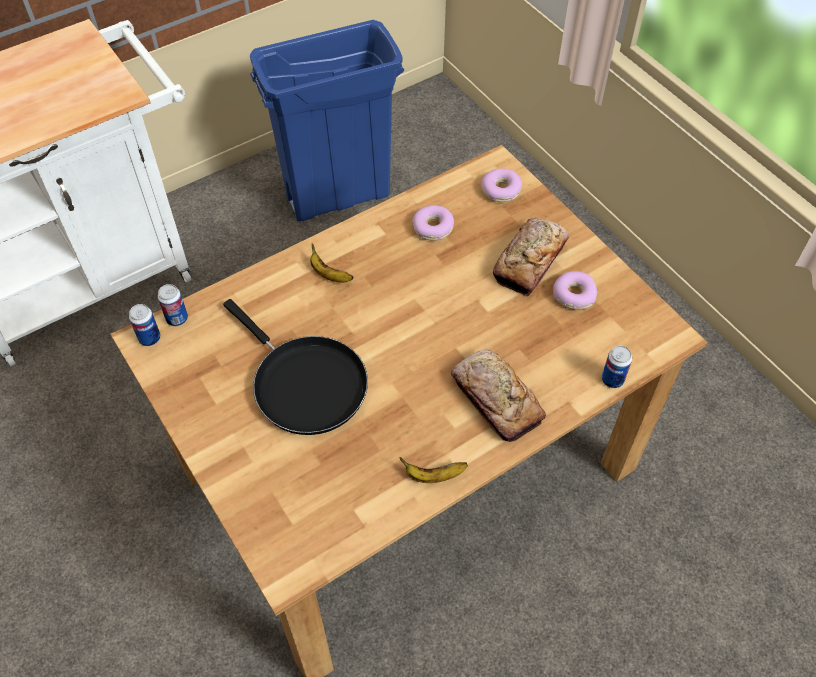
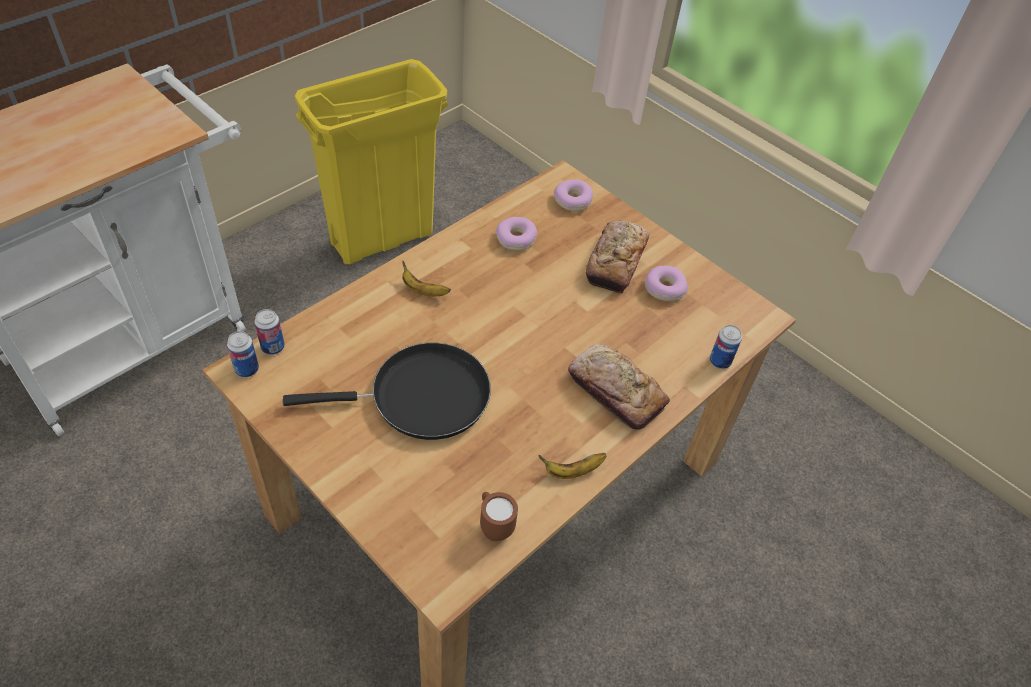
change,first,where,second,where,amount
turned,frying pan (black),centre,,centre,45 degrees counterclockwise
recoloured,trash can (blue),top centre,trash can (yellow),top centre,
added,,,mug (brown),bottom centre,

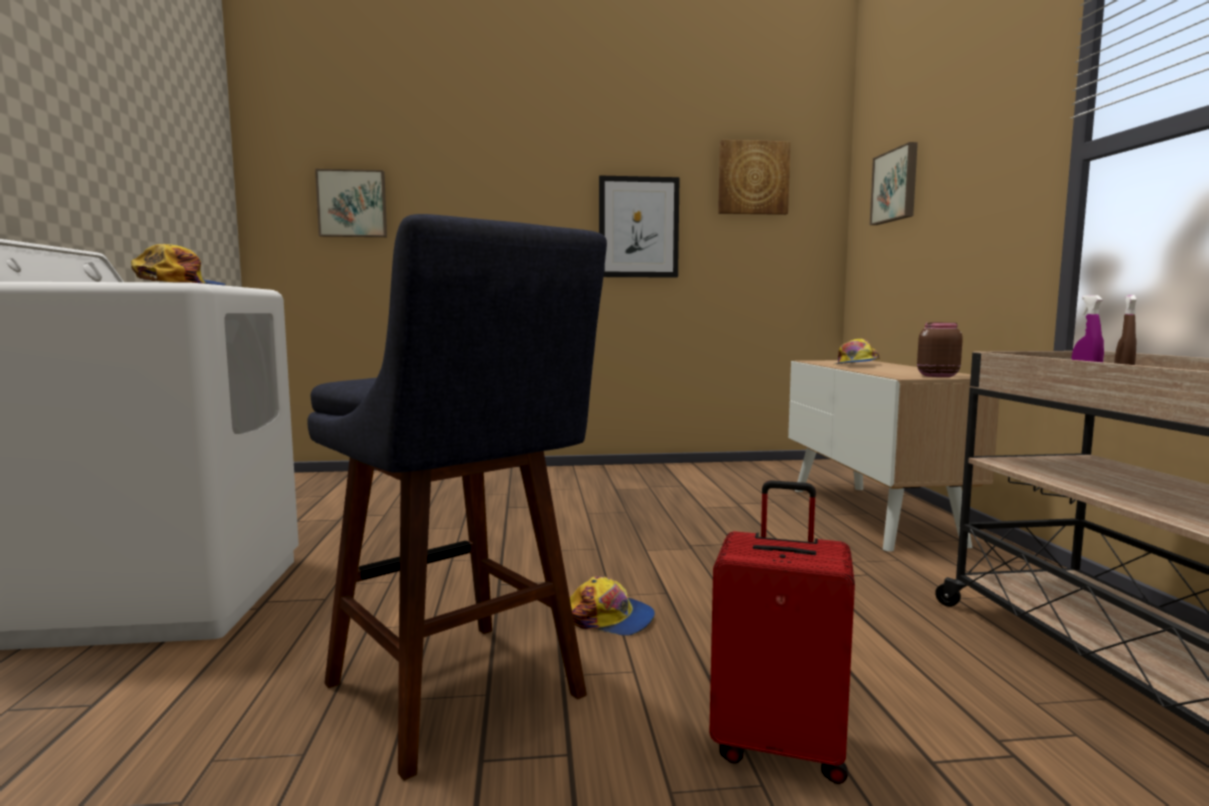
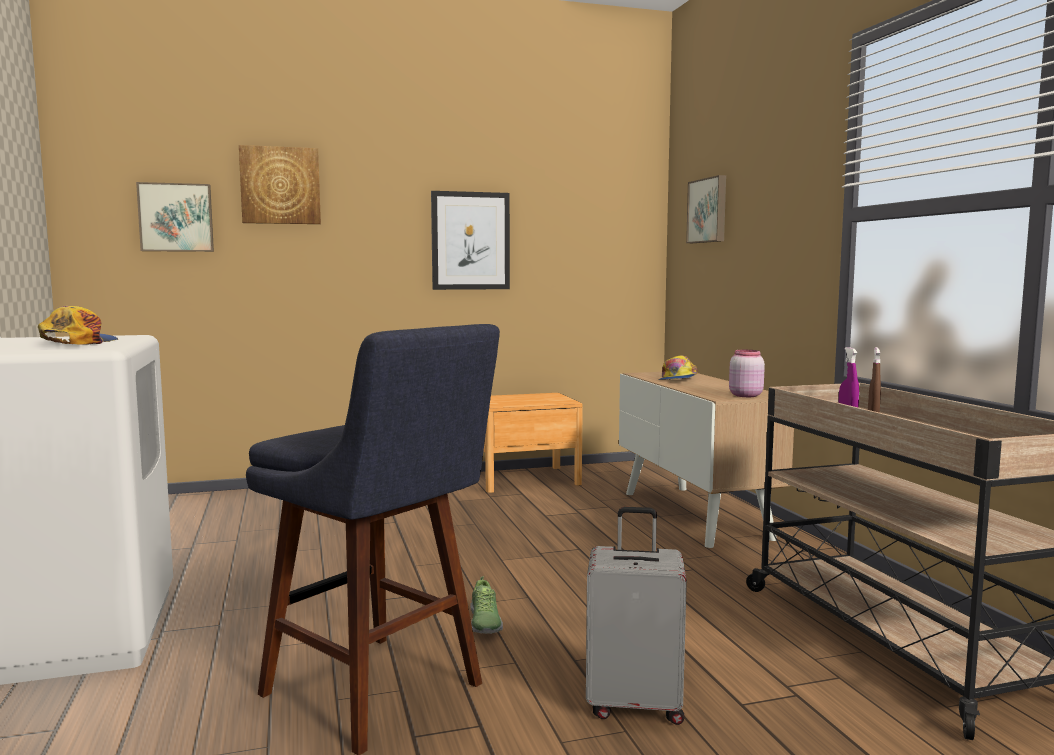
change,first,where,second,where,amount
moved,picture (3rd from left in the first image),top centre,picture (2nd from left),top left,
replaced,cap (2nd from left),bottom centre,shoe,bottom centre,
added,,,nightstand (brown),centre,
recoloured,suitcase (red),bottom centre,suitcase (grey),bottom centre,
recoloured,jar (brown),middle right,jar (pink),middle right,

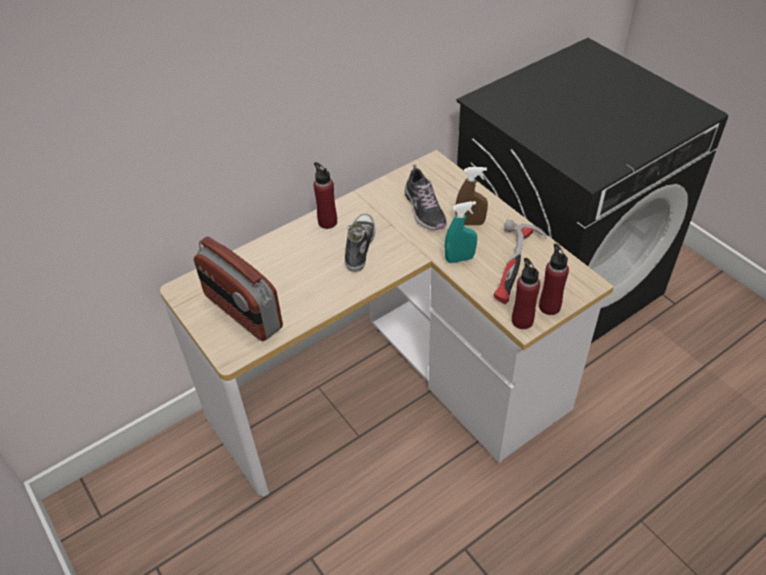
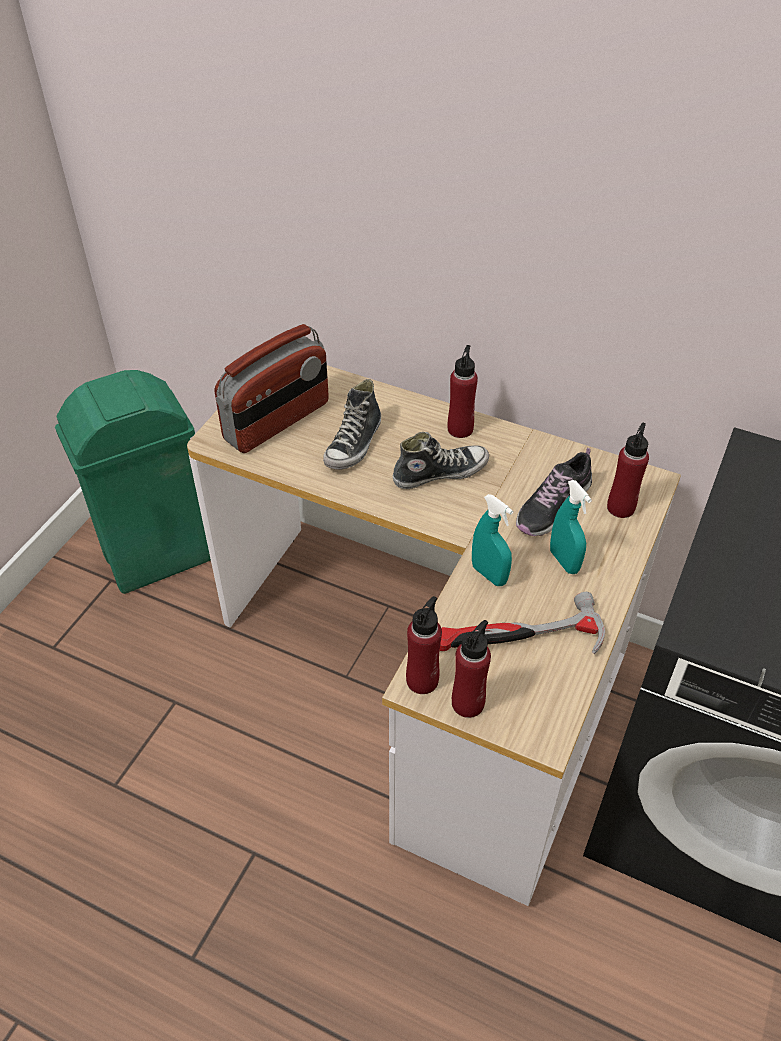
change,first,where,second,where,amount
added,,,trash can (green),middle left,
turned,radio,middle left,,centre,150 degrees counterclockwise
added,,,shoe (1st from left),centre,
recoloured,spray bottle (brown),centre,spray bottle (turquoise) (2nd from left),middle right,
added,,,bottle (red) (4th from left),middle right,

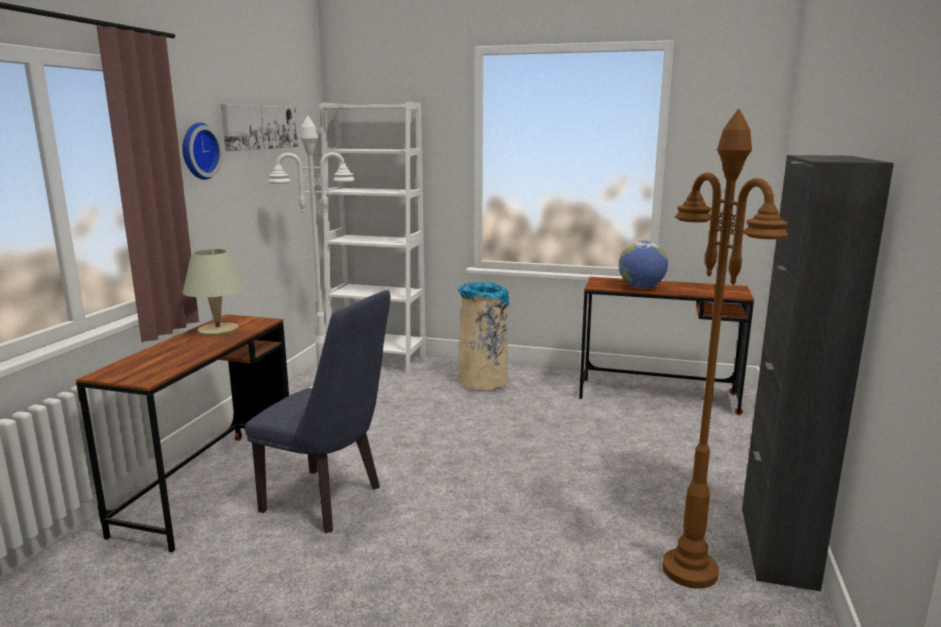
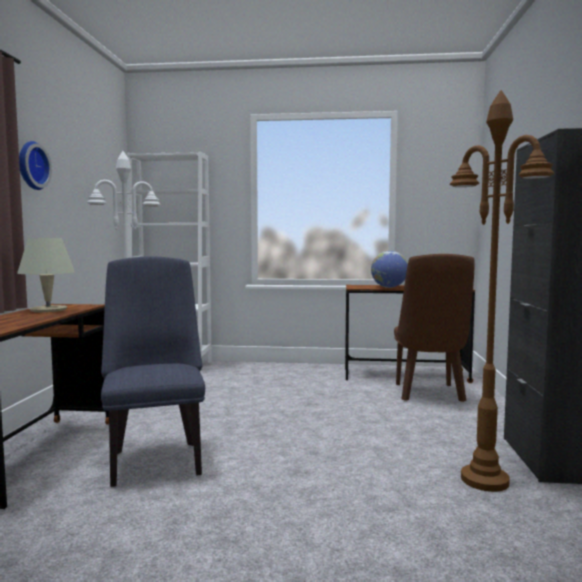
change,first,where,second,where,amount
turned,chair (blue),centre,,middle left,120 degrees counterclockwise
added,,,chair (brown),middle right,
removed,picture,top left,,,
removed,trash can (beige),centre,,,

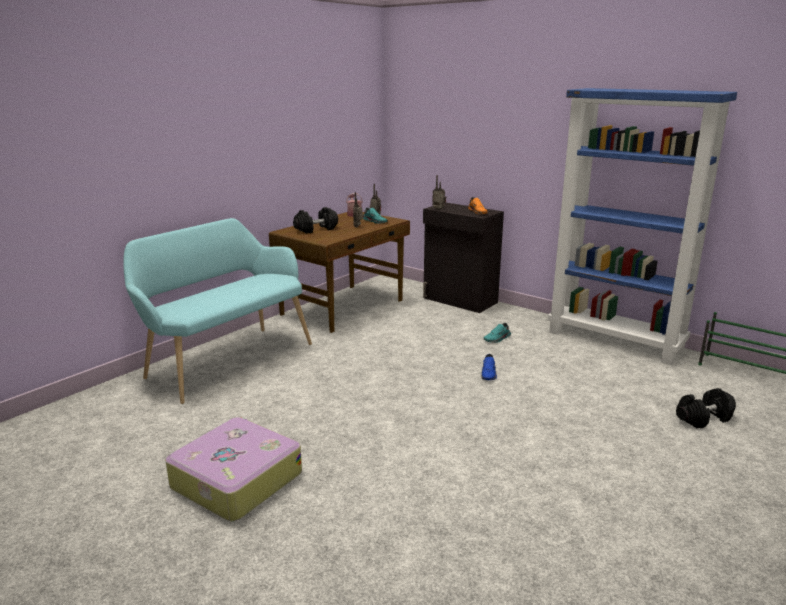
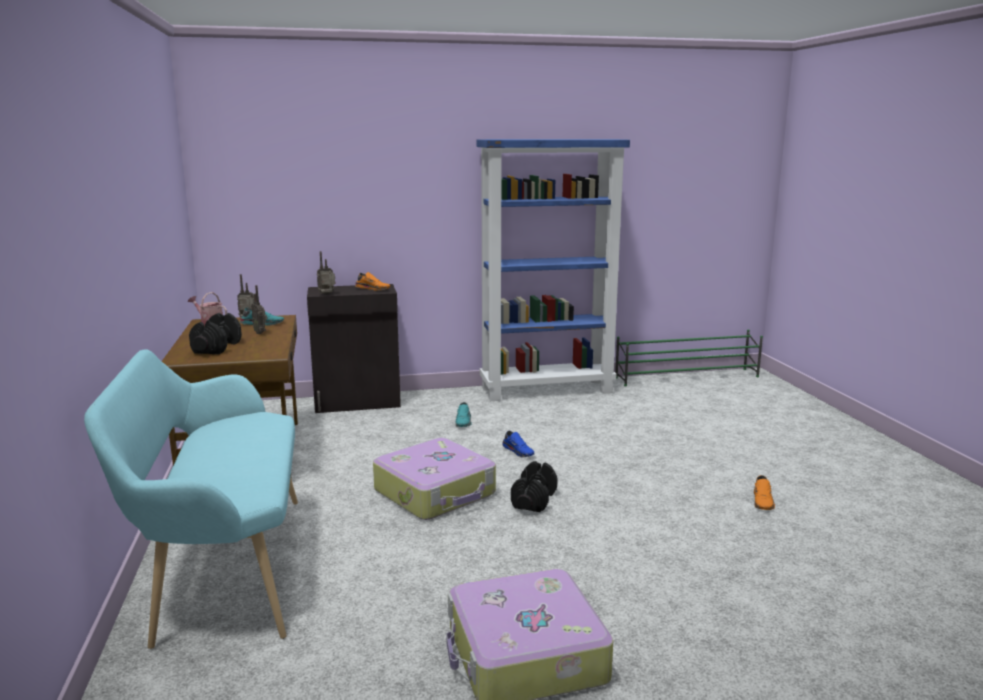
change,first,where,second,where,amount
added,,,suitcase (1st from left),bottom centre,
moved,dumbbell (black) (2nd from left),bottom right,,bottom centre,
added,,,shoe (orange) (2nd from left),bottom right,

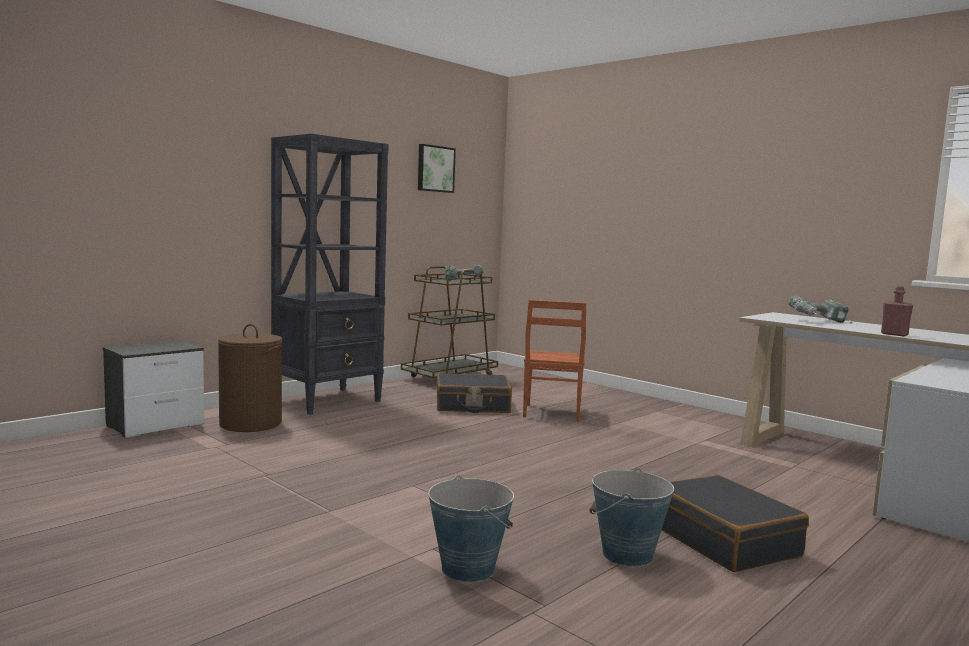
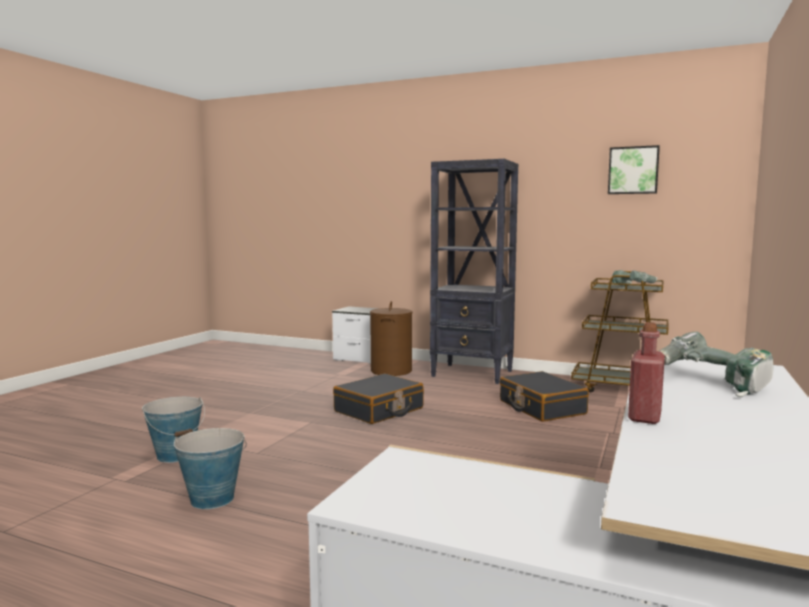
change,first,where,second,where,amount
moved,suitcase (black) (2nd from left in the first image),bottom right,suitcase (black) (1st from left),centre,
removed,chair (brown),centre,,,

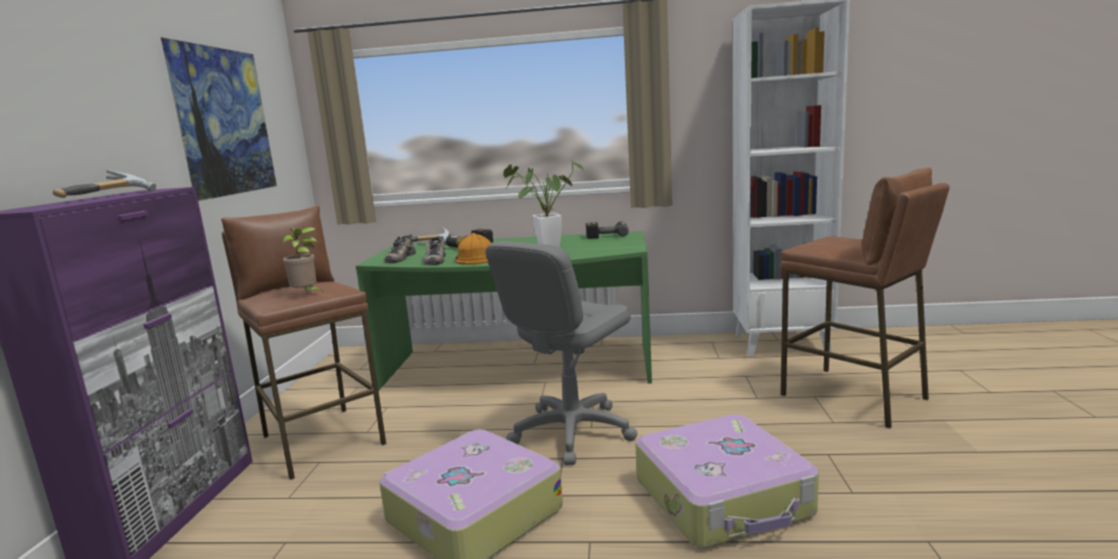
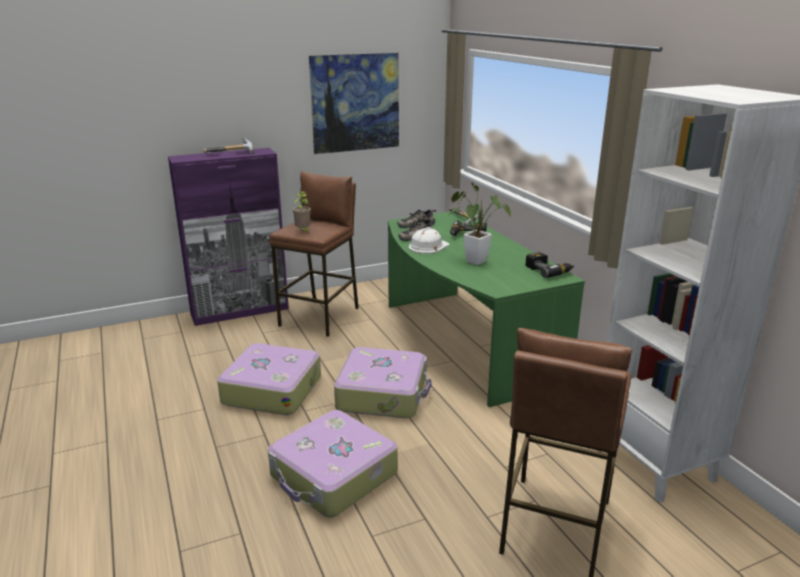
change,first,where,second,where,amount
replaced,office chair (grey),centre,suitcase (3rd from left),centre,
recoloured,hard hat (orange),centre,hard hat (white),centre,

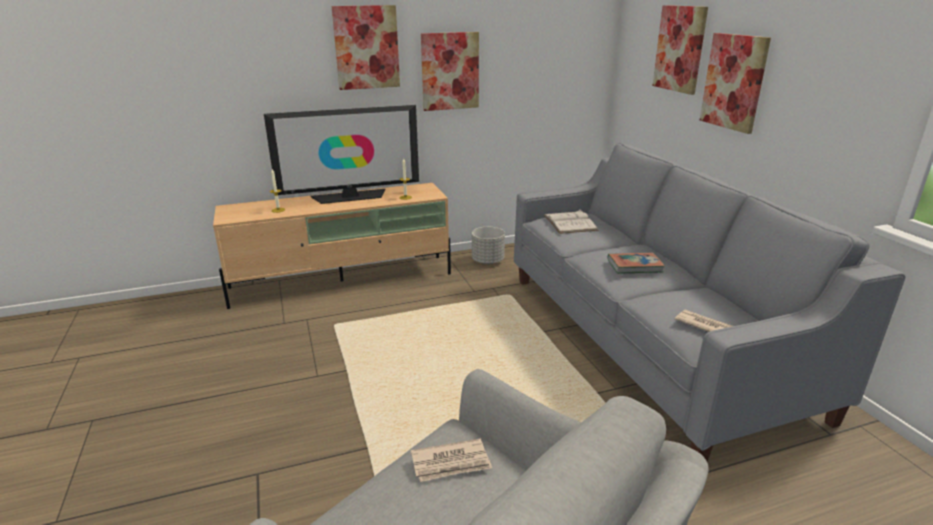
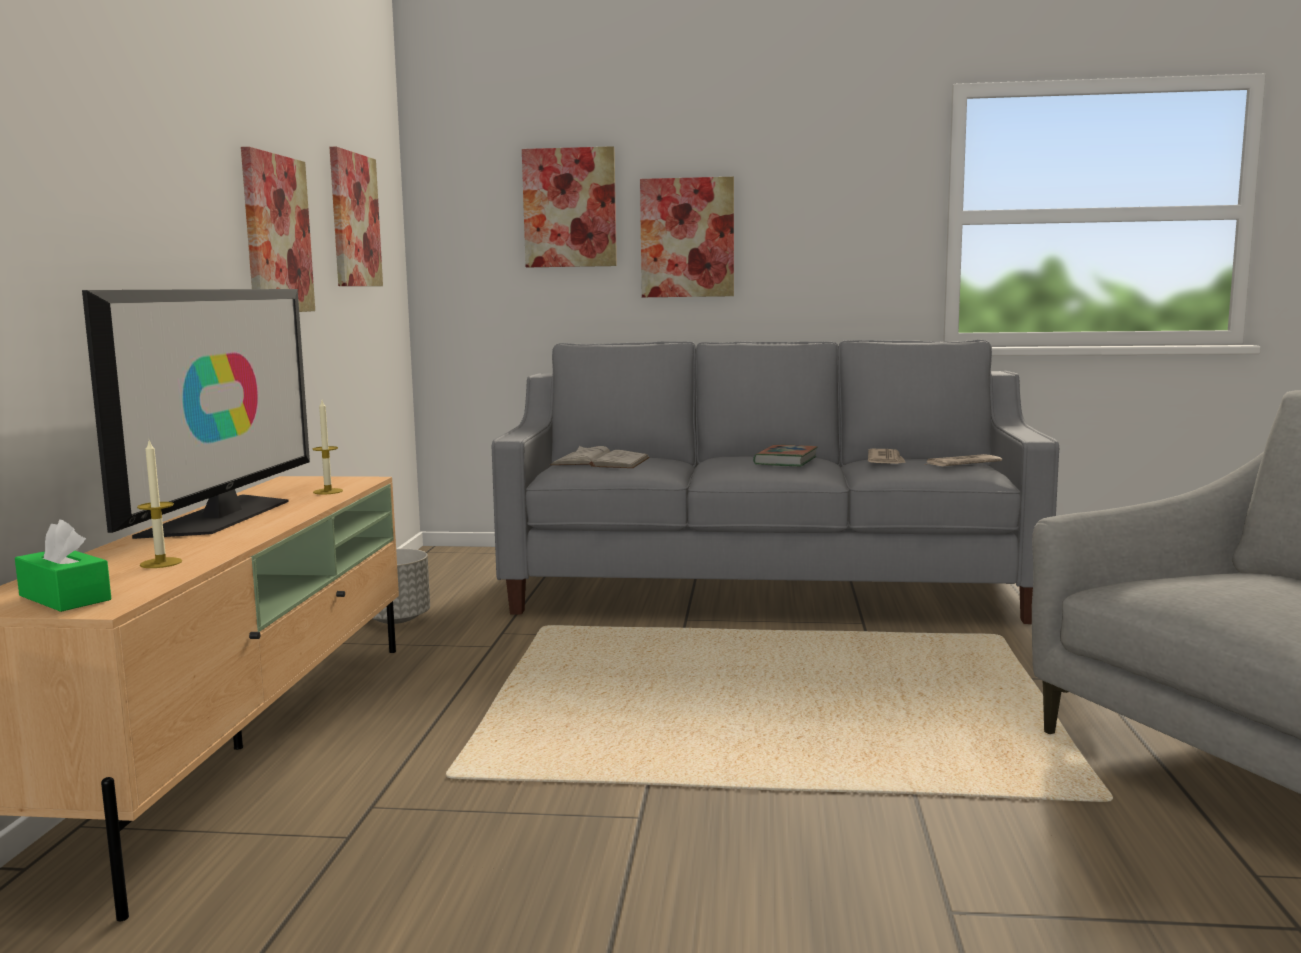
change,first,where,second,where,amount
added,,,tissue box (green),middle left,
moved,picture (1st from left in the first image),top centre,picture (2nd from left),top left,
moved,newspaper (1st from left),bottom centre,,middle right,

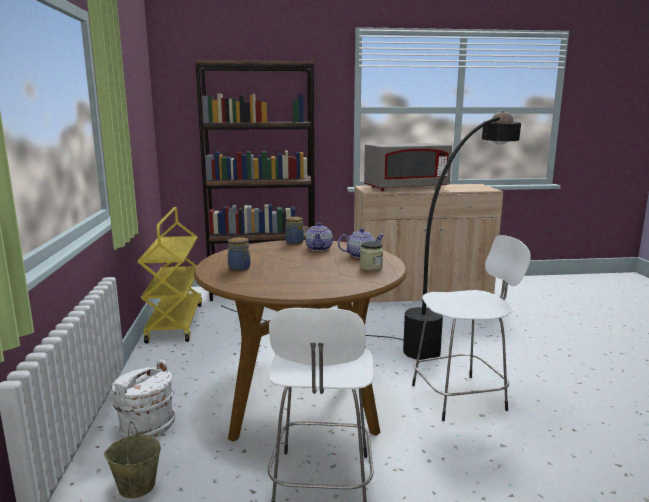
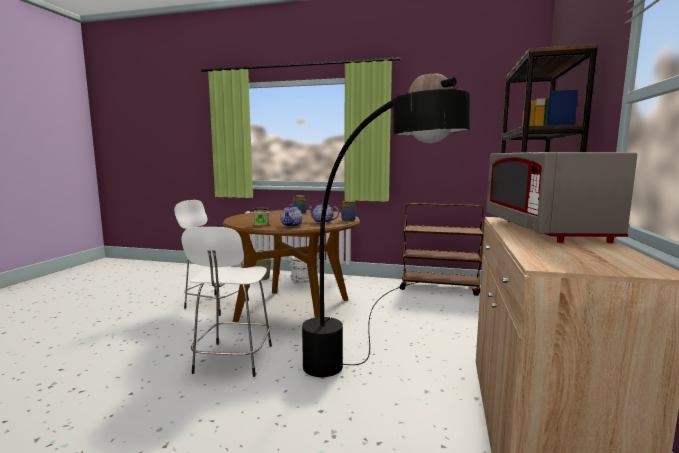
change,first,where,second,where,amount
recoloured,cart (yellow),middle left,cart (brown),centre,

